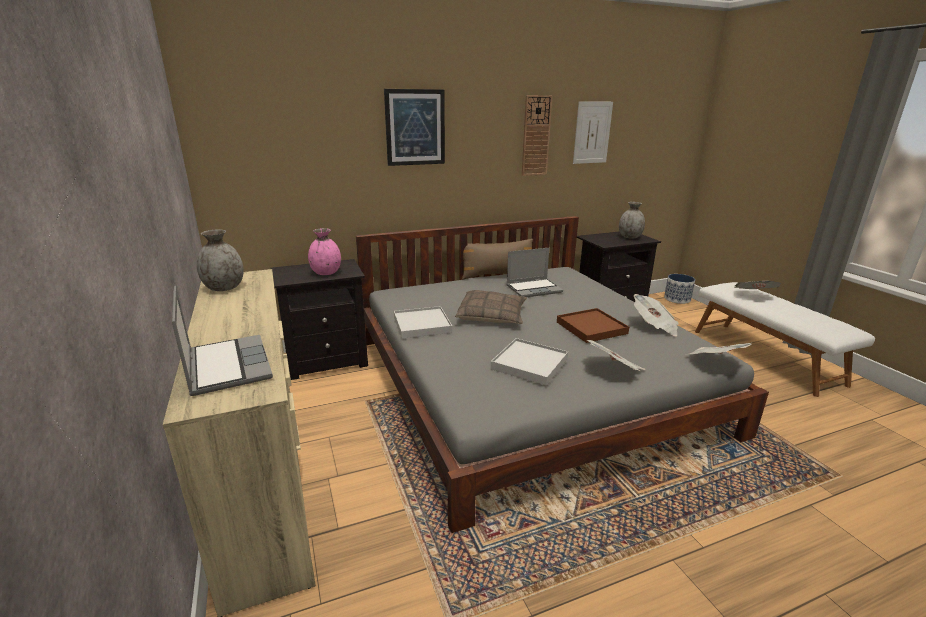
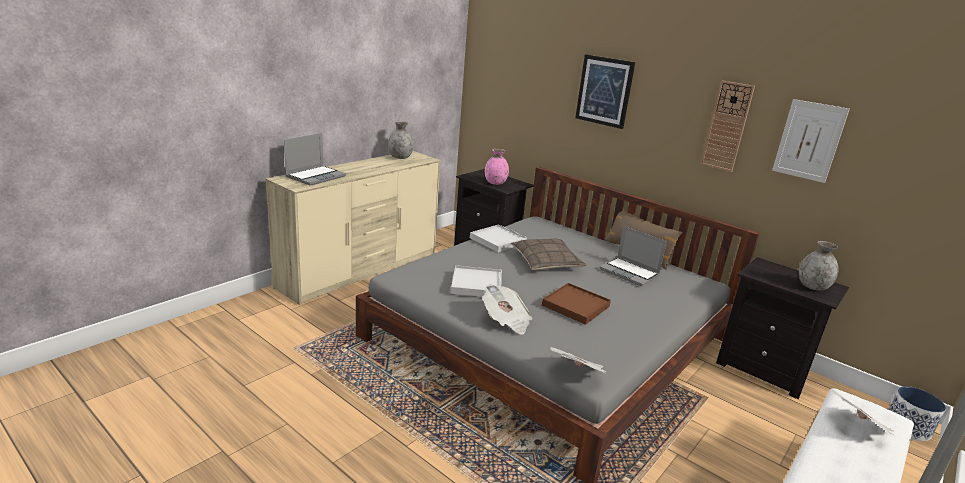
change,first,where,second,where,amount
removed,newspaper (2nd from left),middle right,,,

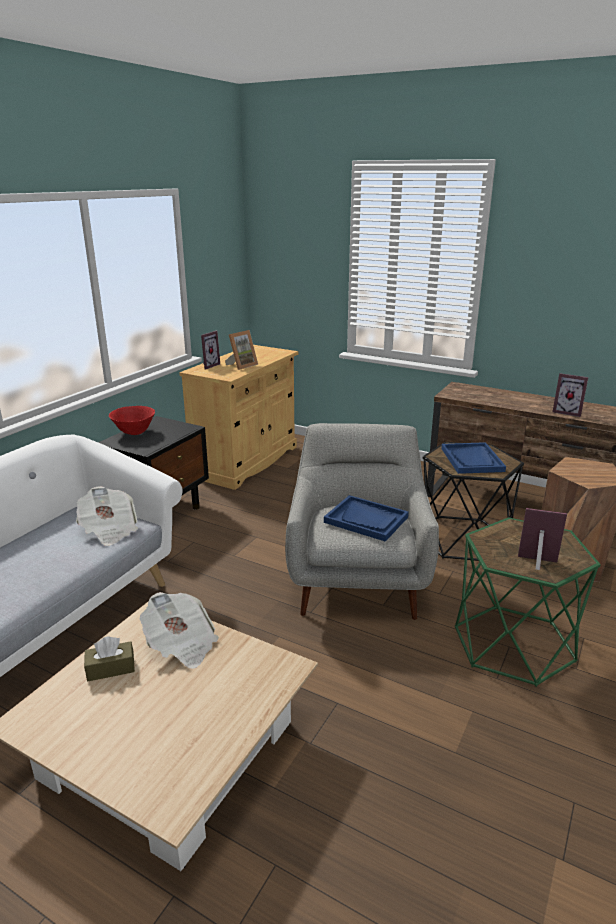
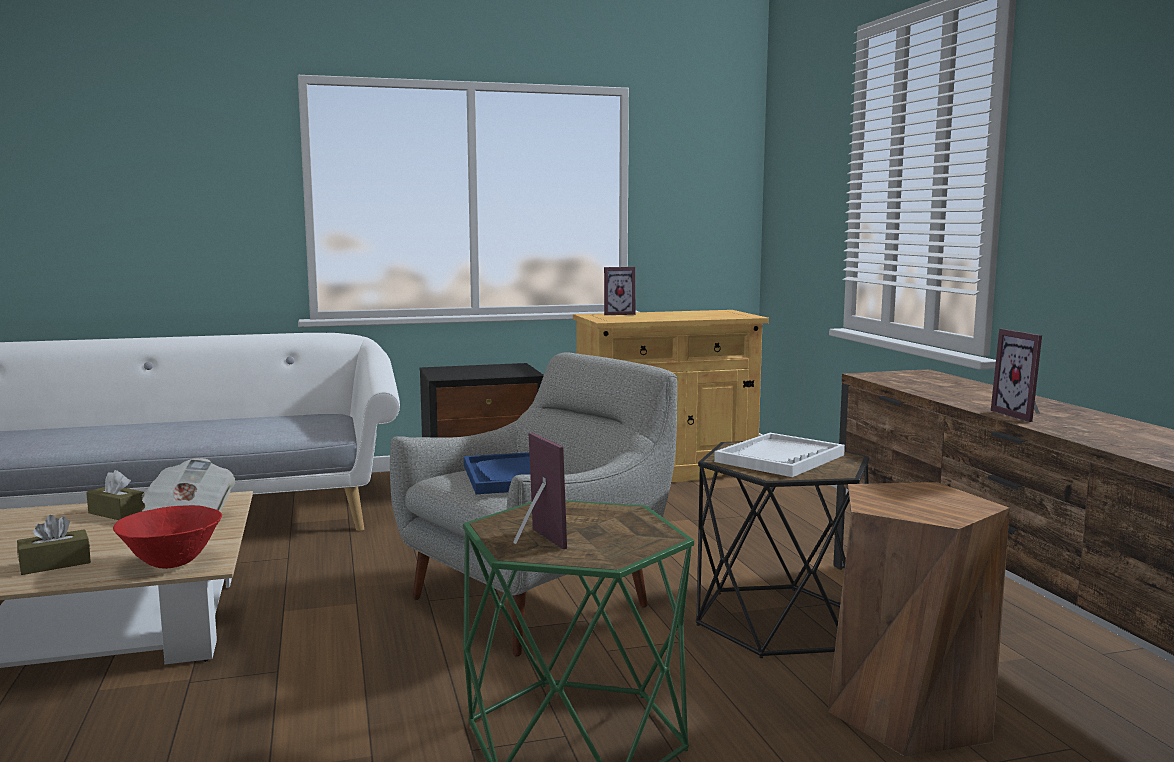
change,first,where,second,where,amount
added,,,tissue box (brown) (1st from left),bottom left,
moved,bowl (red),middle left,,bottom left,
recoloured,tray (blue) (2nd from left),middle right,tray (white),centre,
removed,newspaper (1st from left),middle left,,,
removed,picture frame (2nd from left),centre,,,

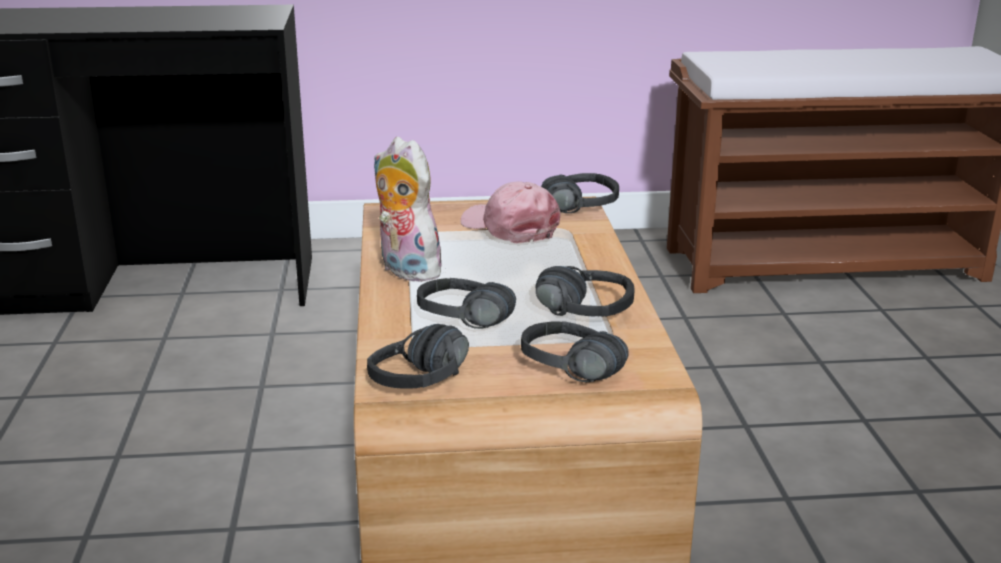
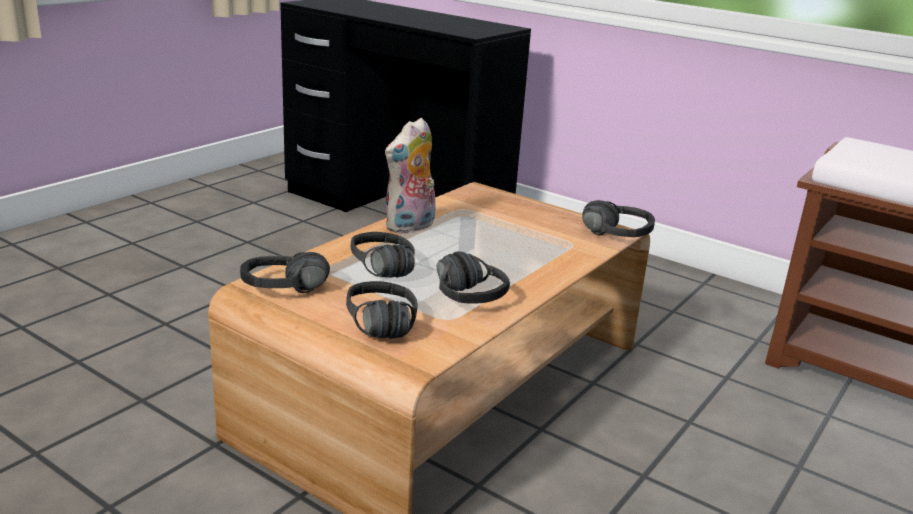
change,first,where,second,where,amount
turned,plush toy,centre,,centre,135 degrees counterclockwise
removed,cap (pink),centre,,,

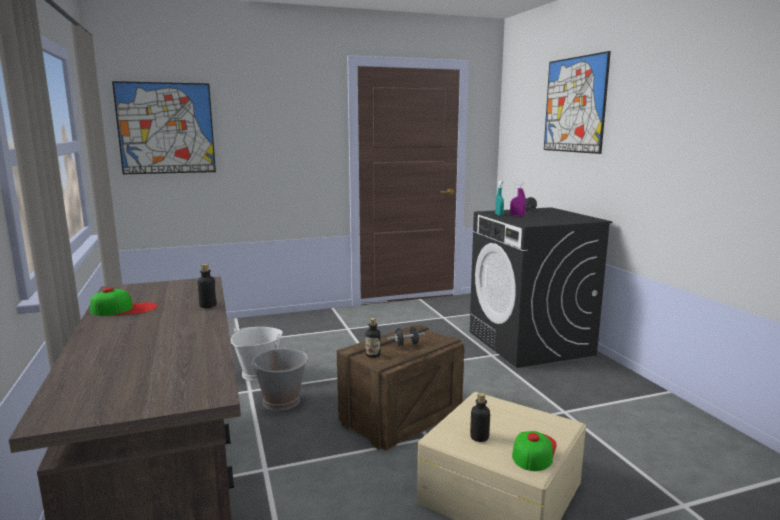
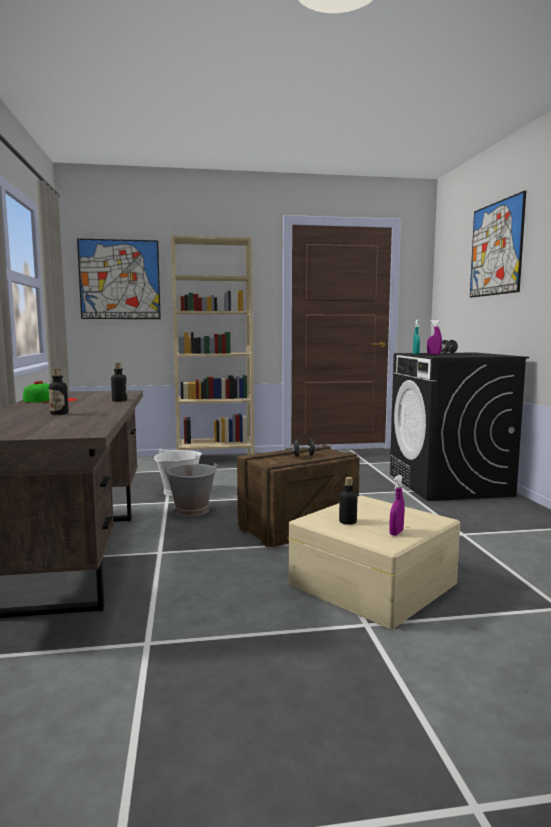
change,first,where,second,where,amount
moved,bottle (2nd from left in the first image),centre,bottle (1st from left),middle left,
added,,,bookcase (beige),centre,
replaced,cap (2nd from left),bottom right,spray bottle (purple) (1st from left),middle right,

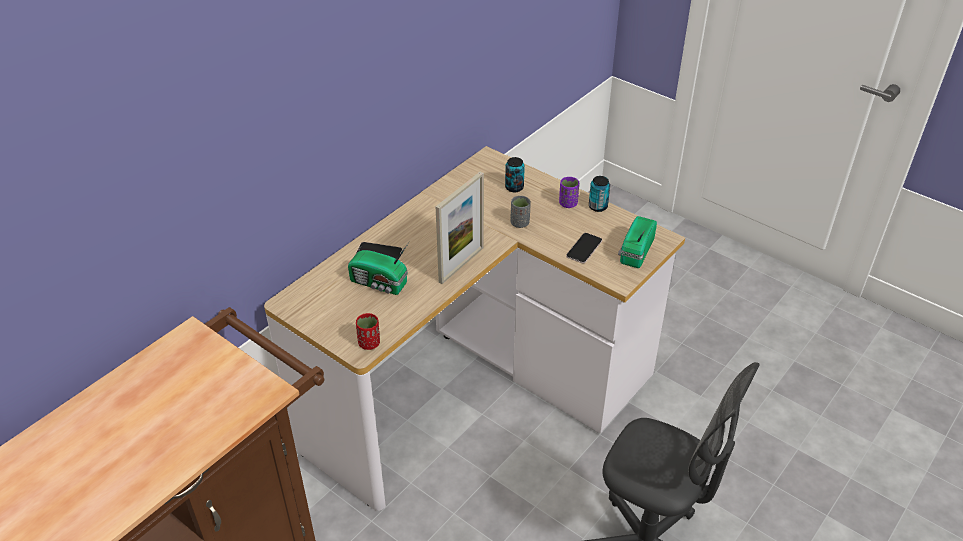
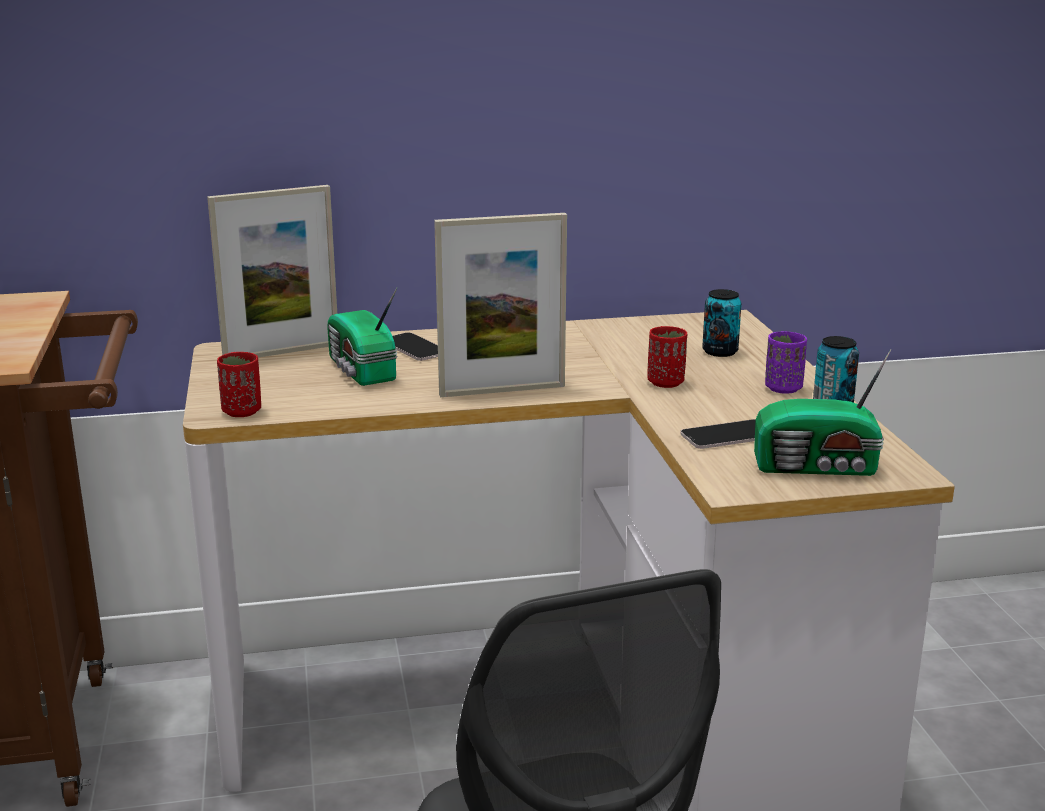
change,first,where,second,where,amount
added,,,picture frame (1st from left),middle left,
recoloured,cup (grey),centre,cup (red) (2nd from left),centre,
turned,radio (2nd from left),centre,,middle right,150 degrees counterclockwise

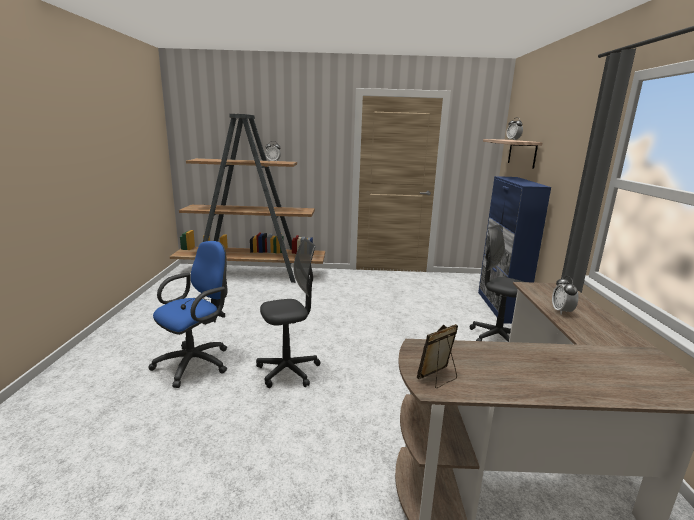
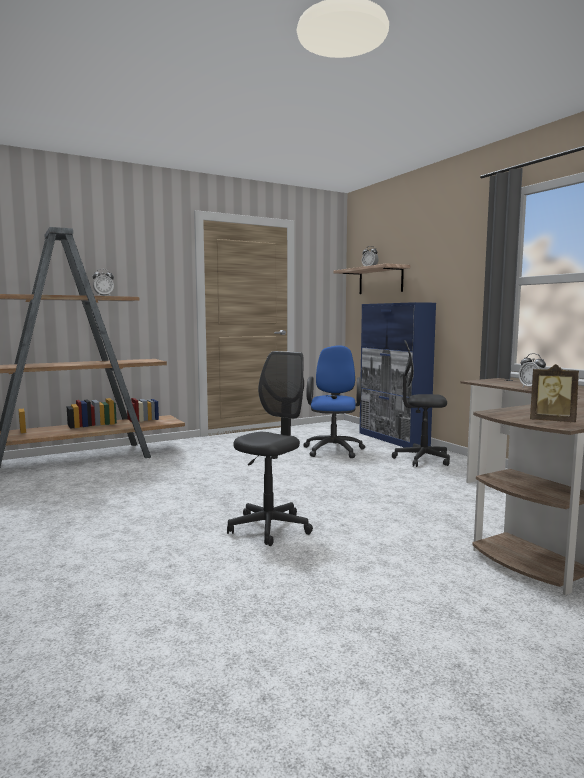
change,first,where,second,where,amount
moved,office chair (blue),middle left,,centre,
turned,picture frame,bottom centre,,middle right,90 degrees counterclockwise

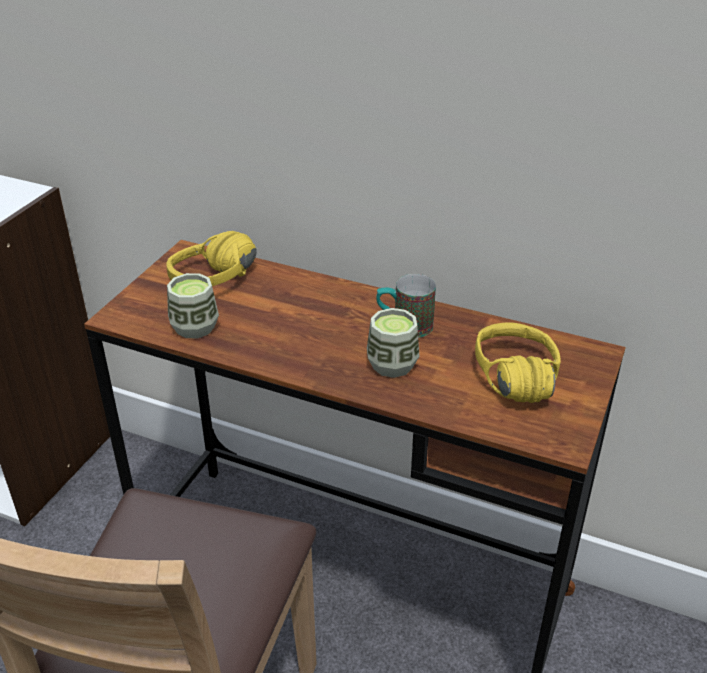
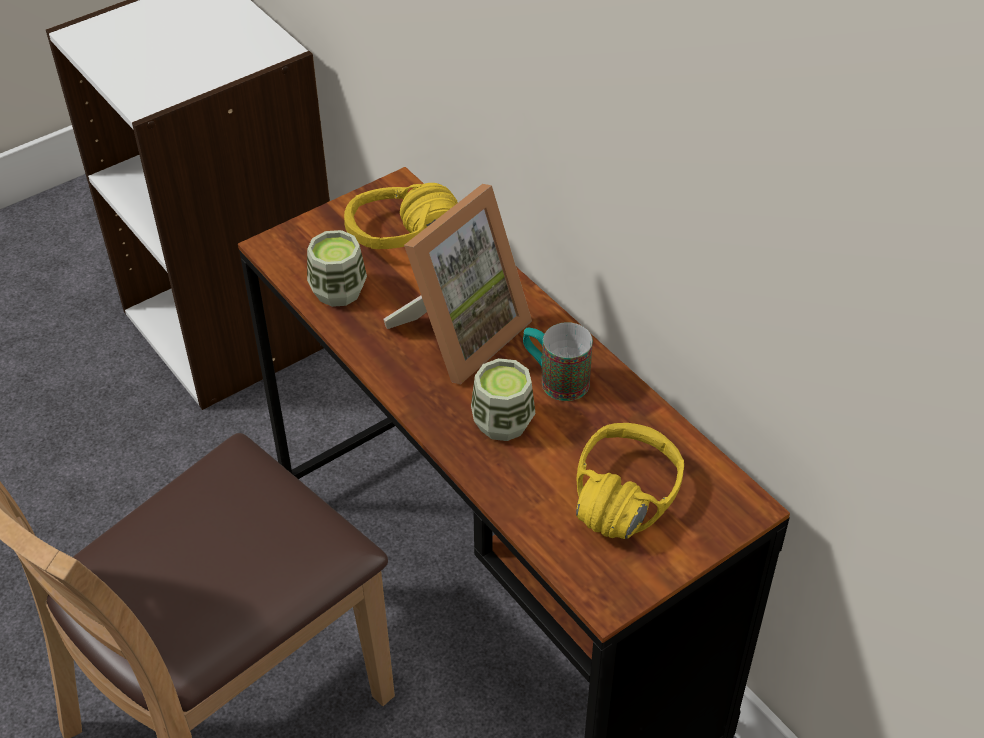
change,first,where,second,where,amount
added,,,picture frame,centre,

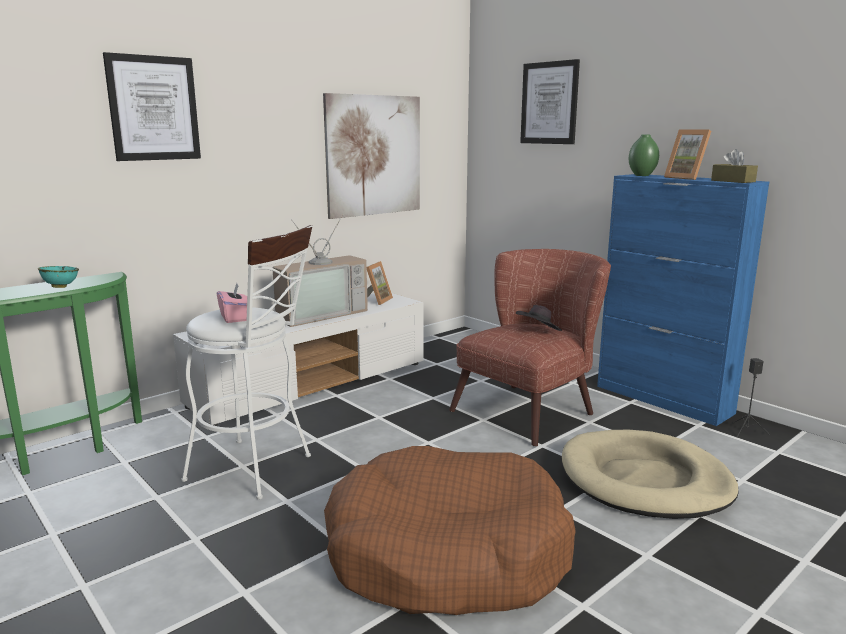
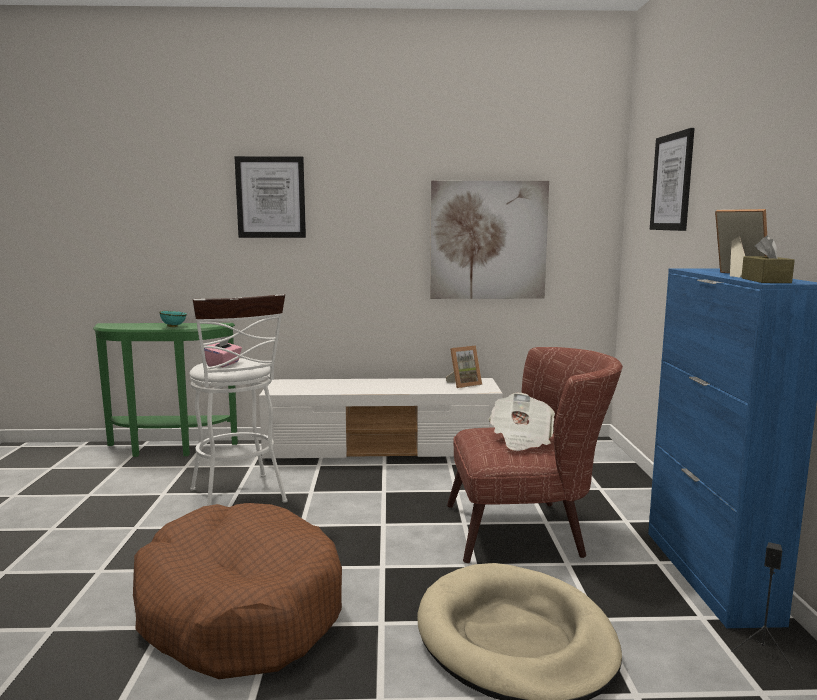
change,first,where,second,where,amount
replaced,hat (black),centre,newspaper,centre,
turned,picture frame (2nd from left),top right,,middle right,135 degrees clockwise
removed,television,centre,,,
removed,vase (green),top right,,,

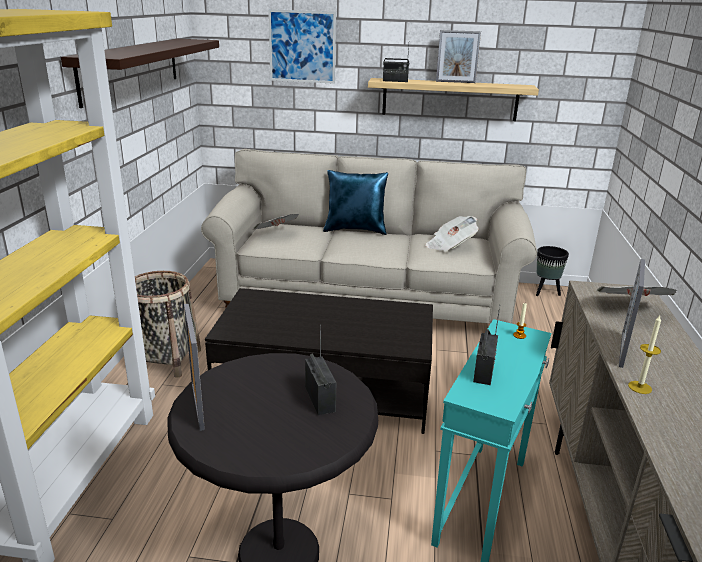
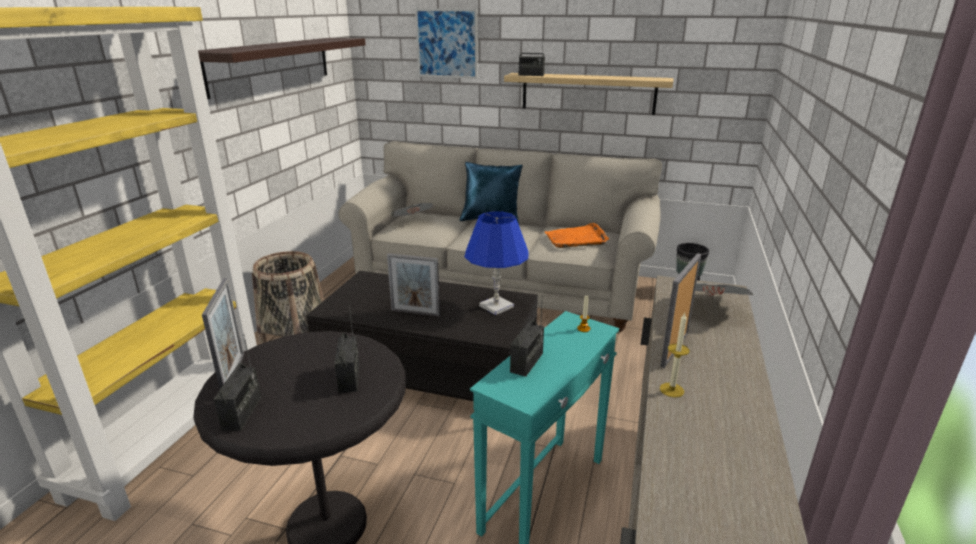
change,first,where,second,where,amount
added,,,radio (1st from left),bottom left,
moved,picture frame (2nd from left),top centre,,centre,
added,,,table lamp (blue),centre,
replaced,newspaper (2nd from left),centre,tray (orange),centre,

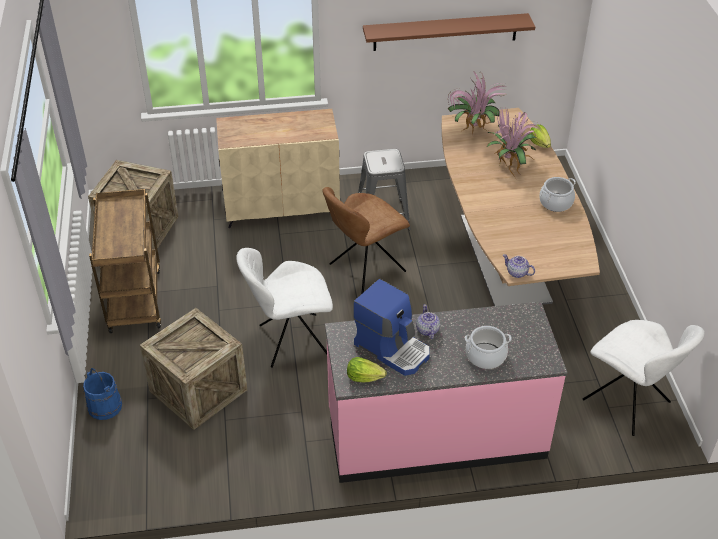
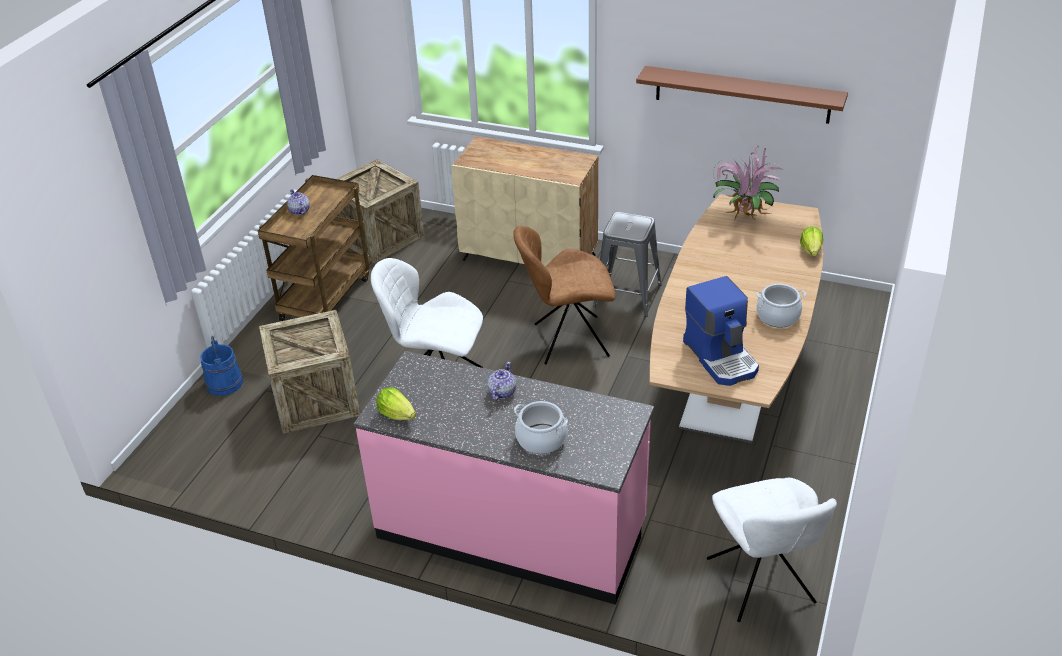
change,first,where,second,where,amount
moved,teapot (2nd from left in the first image),middle right,teapot (1st from left),top left,
moved,coffee machine,centre,,middle right,
removed,potted plant (2nd from left),top right,,,

